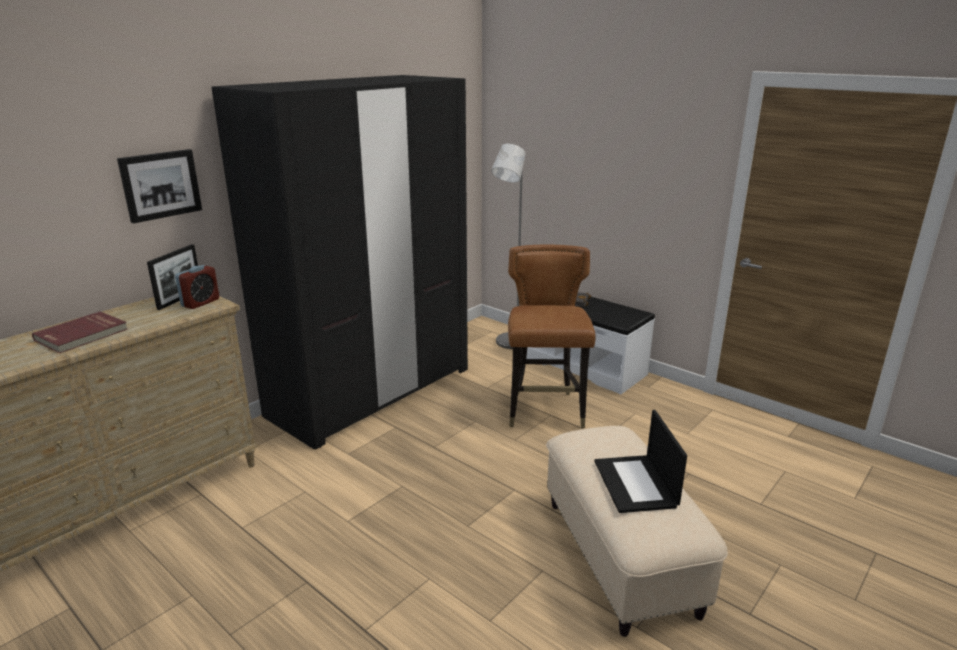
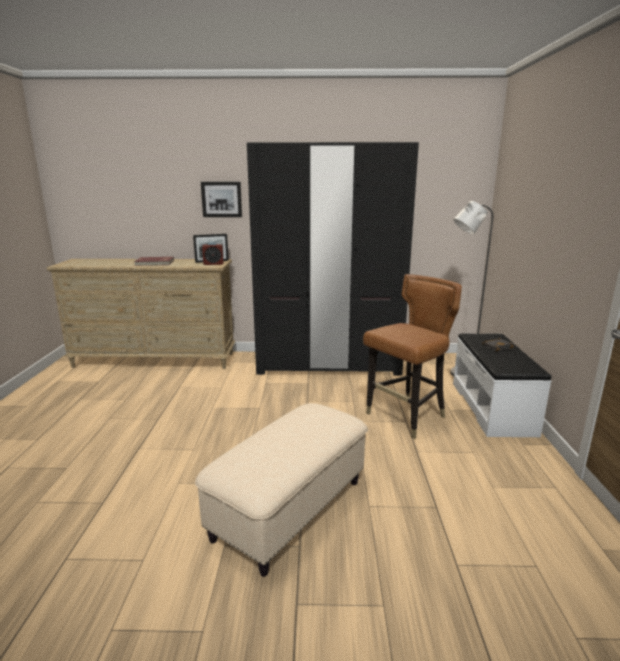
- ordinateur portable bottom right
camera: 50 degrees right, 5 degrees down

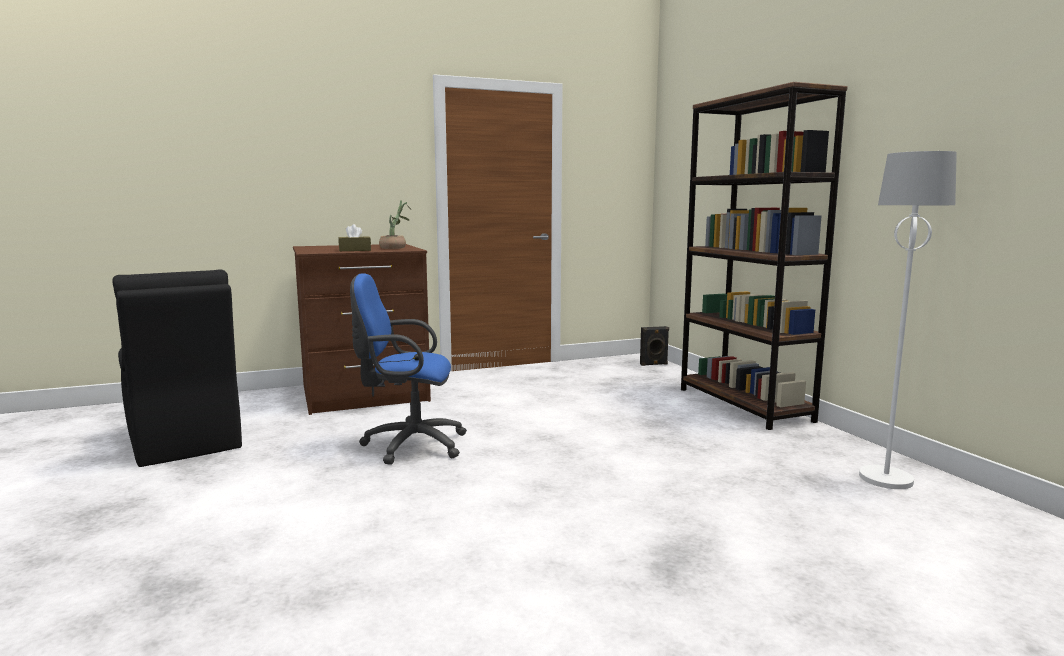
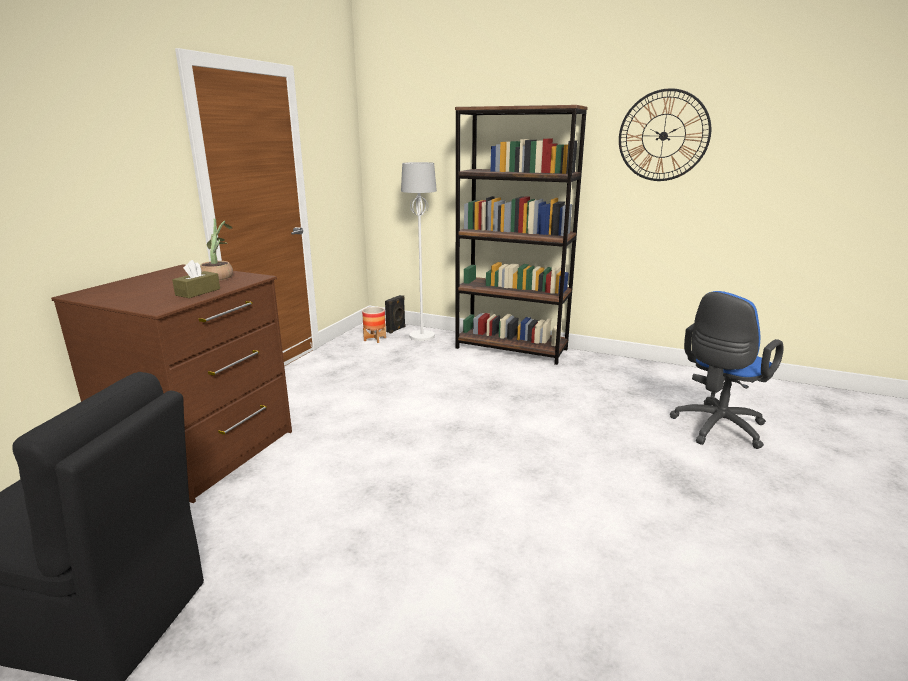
+ cache-pot centre
~ lampadaire (blanc) middle right to centre
+ horloge murale top right
~ chaise de bureau (bleu) centre to middle right
camera: 45 degrees left, 10 degrees up

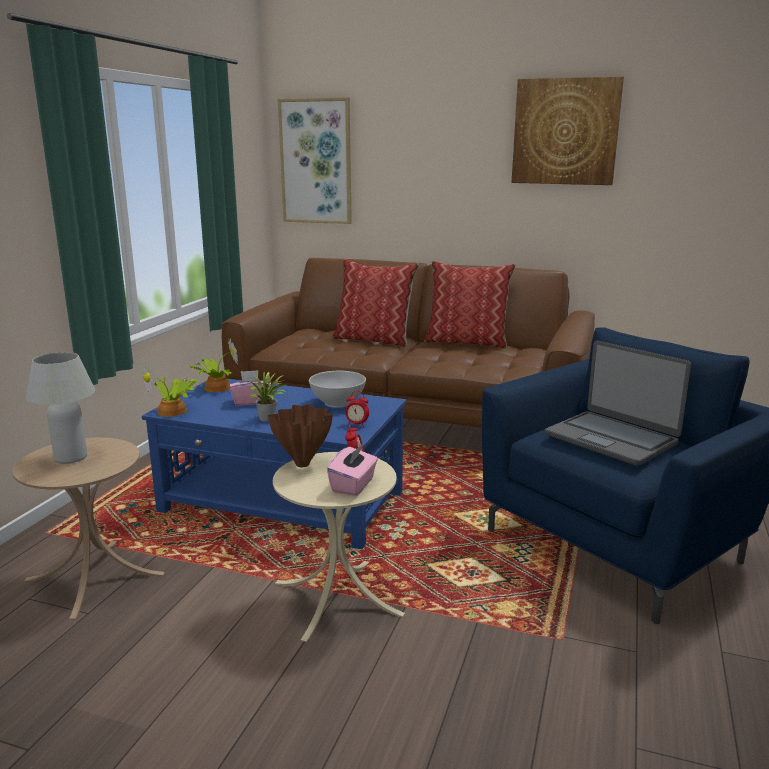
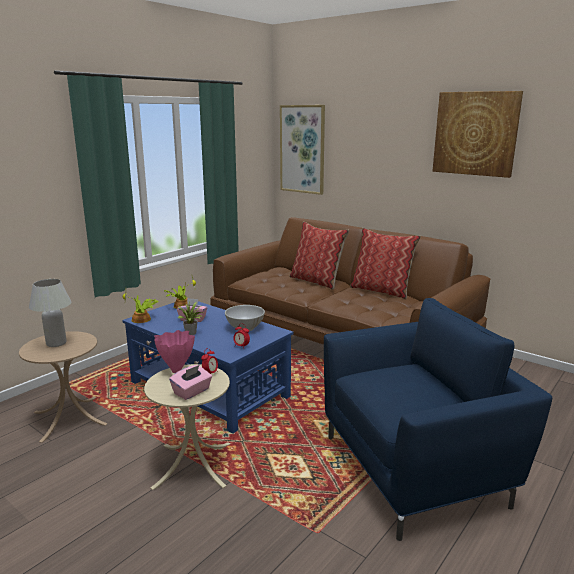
~ vase (marron) centre to vase (rose) middle left
- ordinateur portable middle right
camera: 20 degrees right, 0 degrees up

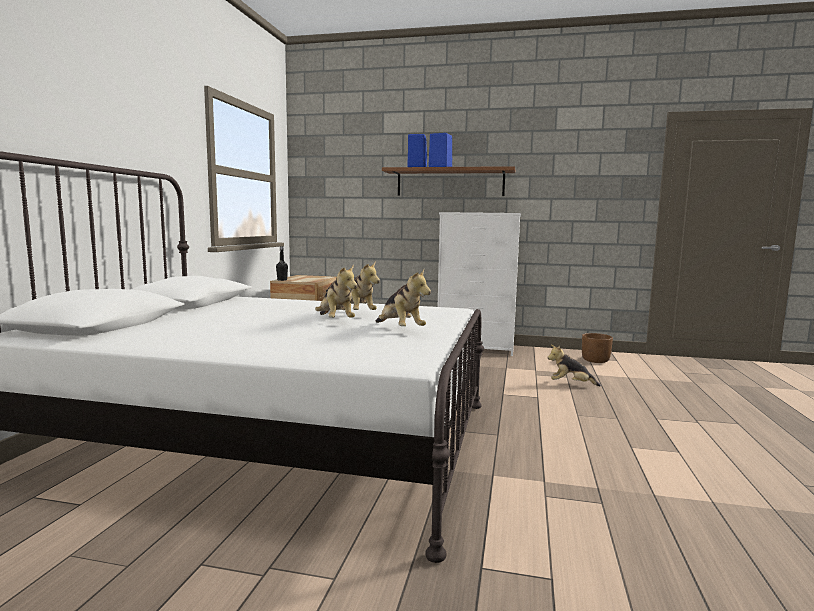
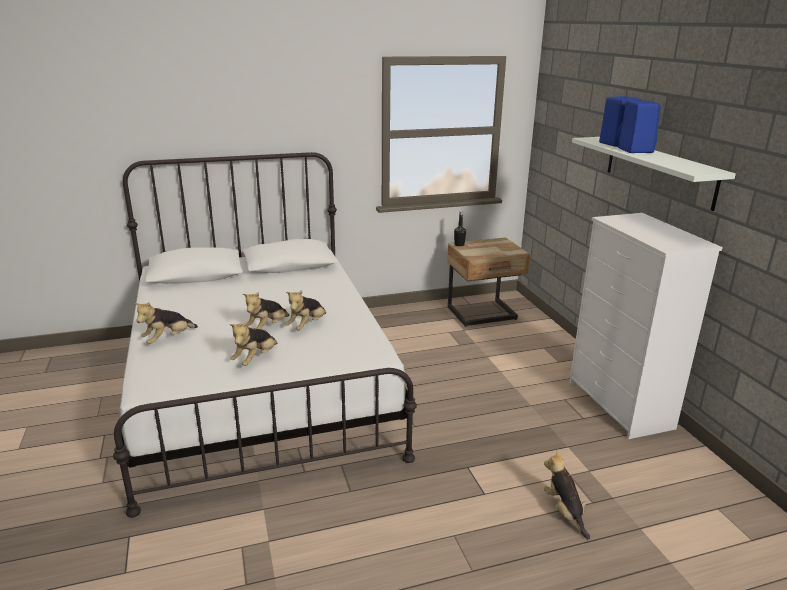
+ peluche (1st from left) middle left
~ étagère (marron) top centre to étagère (blanc) top right
- cache-pot (marron) middle right
camera: 60 degrees right, 15 degrees up

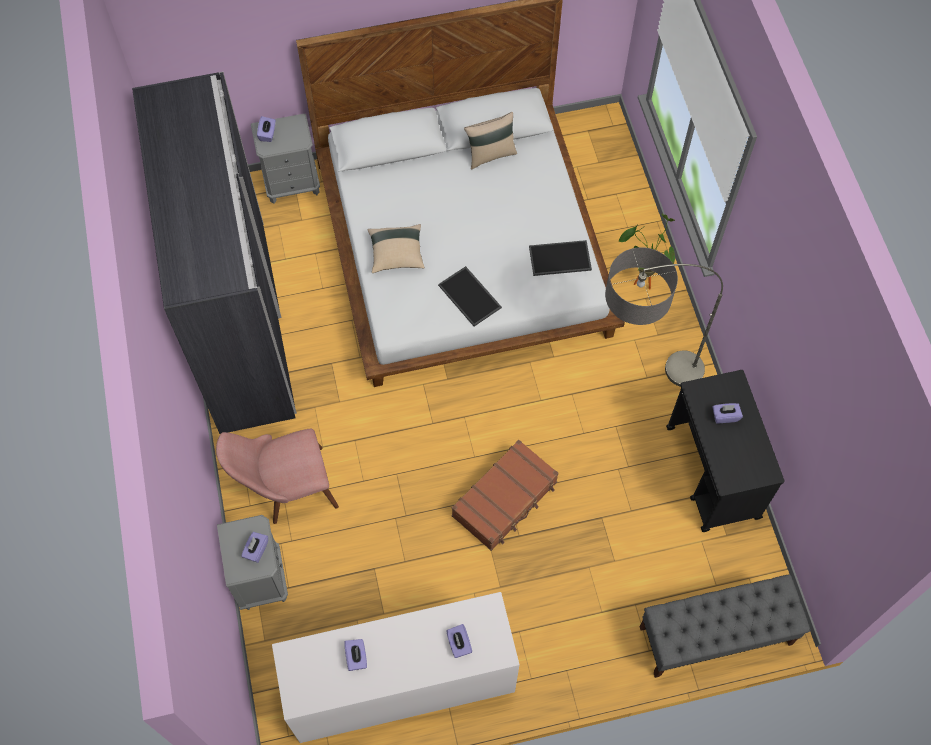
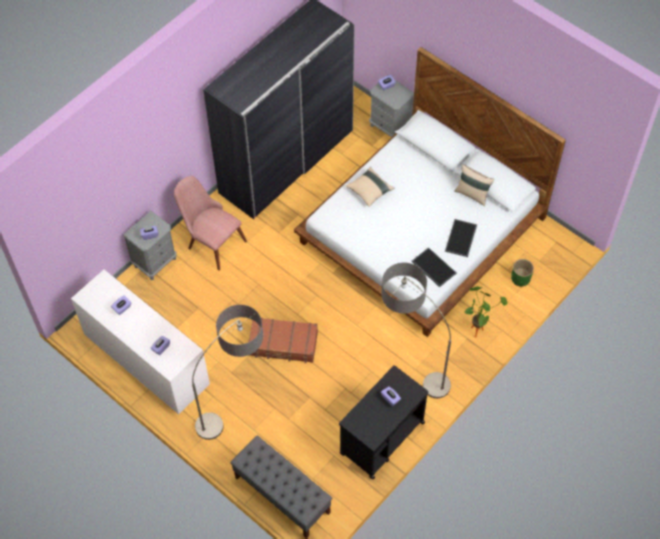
+ lampadaire (1st from left) bottom centre
~ plateau (1st from left in the first image) centre to plateau (2nd from left) middle right
+ cache-pot (vert) middle right
camera: 55 degrees right, 5 degrees down

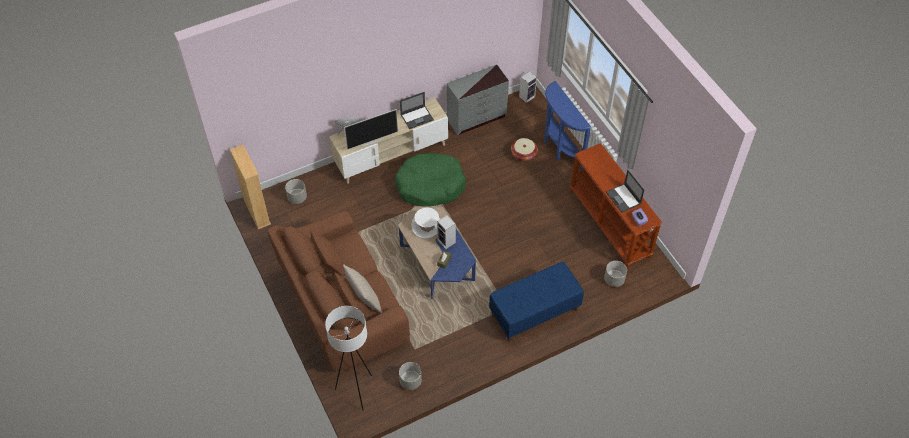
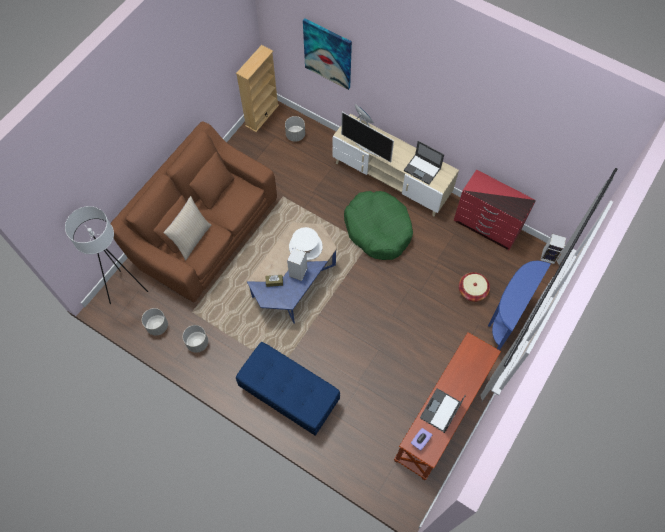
~ cache-pot (gris) (3rd from left in the first image) middle right to cache-pot (gris) (2nd from left) middle left
+ tableau top centre
~ commode (gris) top centre to commode (rouge) middle right
camera: 60 degrees right, 10 degrees up

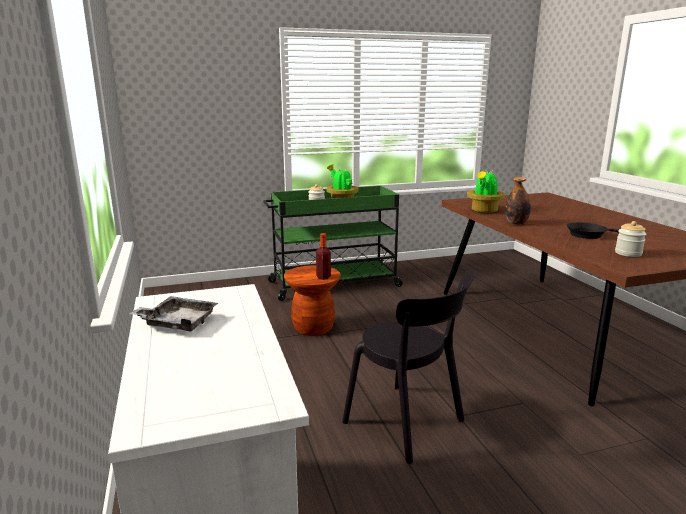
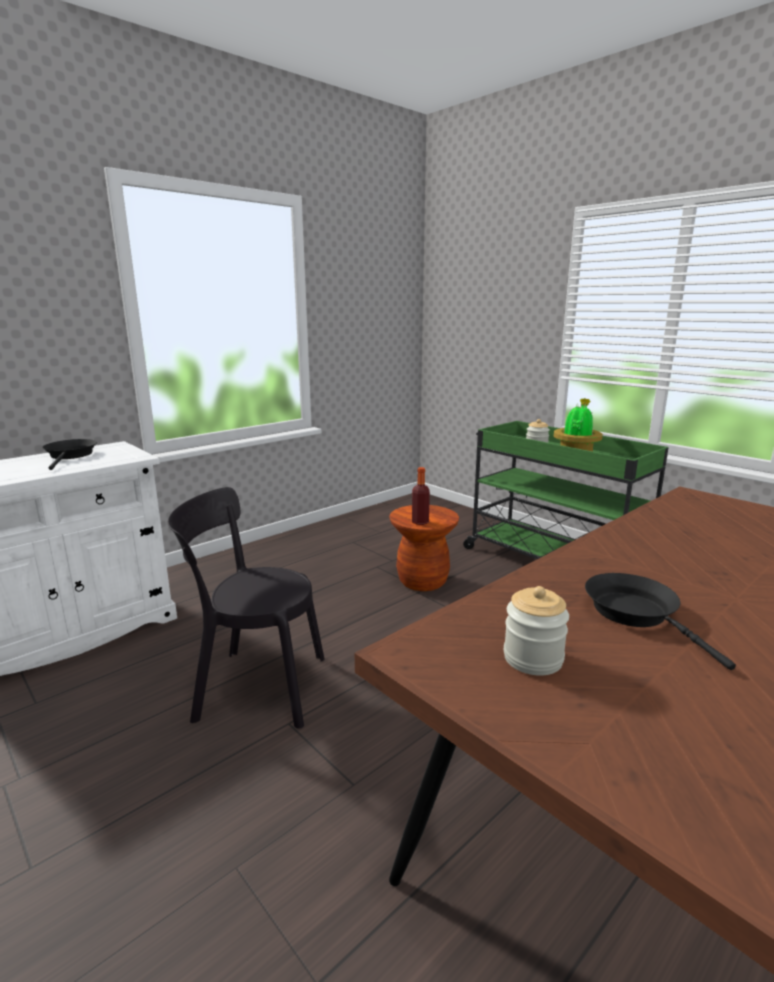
~ plateau (gris) middle left to poêle (noir) (1st from left) middle left
~ chaise (noir) bottom centre = middle left 75 degrees clockwise
- plante en pot (2nd from left) middle right
- bouteille (2nd from left) middle right
camera: 65 degrees right, 0 degrees up

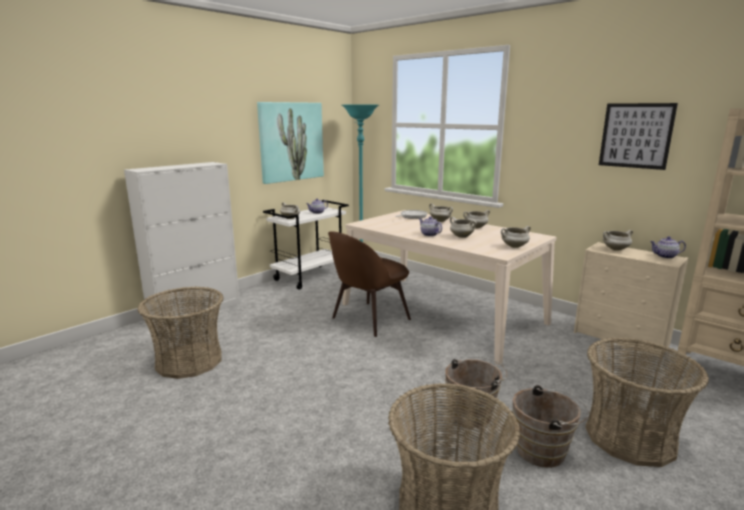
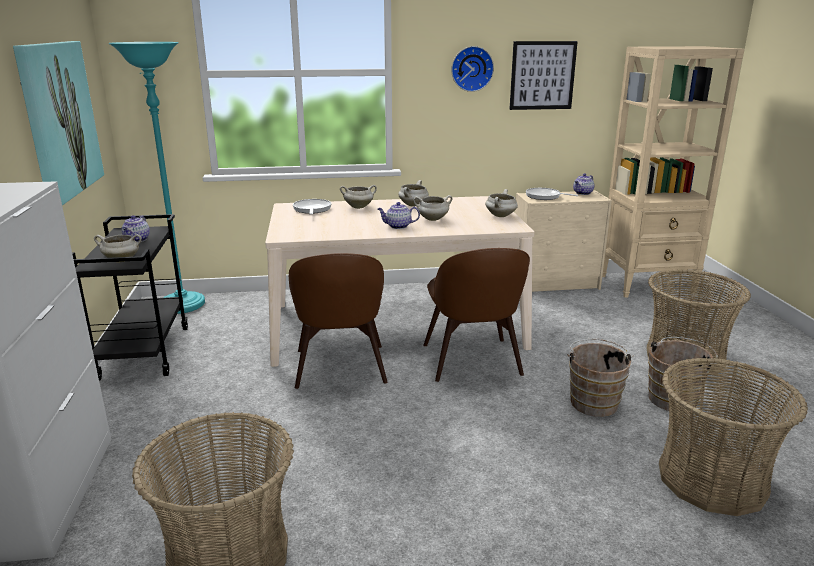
~ chariot (blanc) centre to chariot (noir) middle left
+ chaise (marron) (2nd from left) centre
+ horloge murale top centre
~ marmite (blanc) (6th from left) middle right to poêle (2nd from left) middle right
camera: 50 degrees left, 5 degrees up

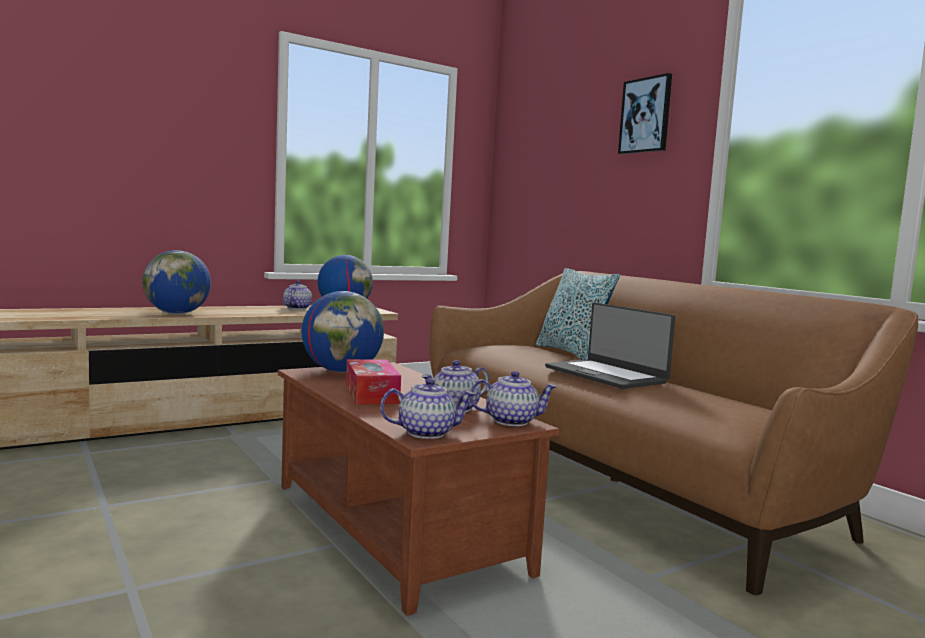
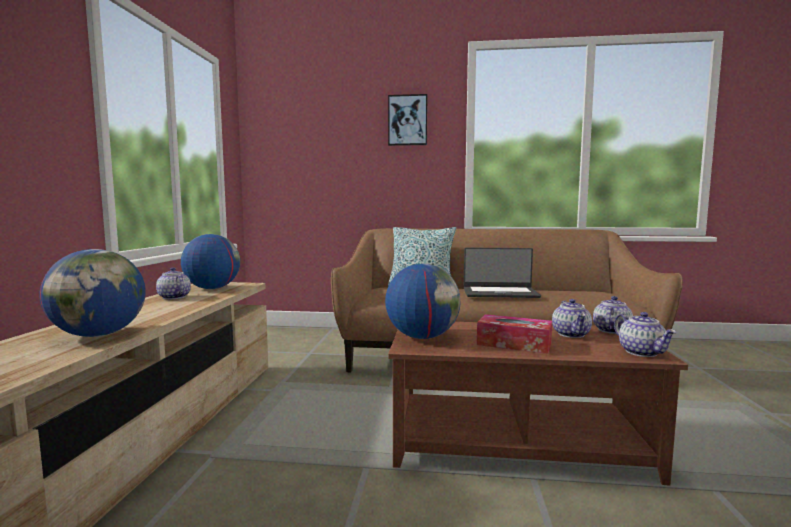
~ théière (2nd from left in the first image) centre = middle right 135 degrees clockwise
camera: 50 degrees left, 0 degrees up

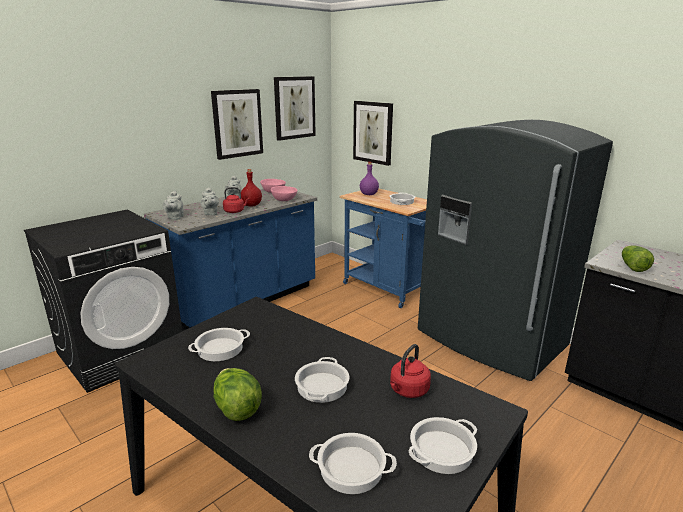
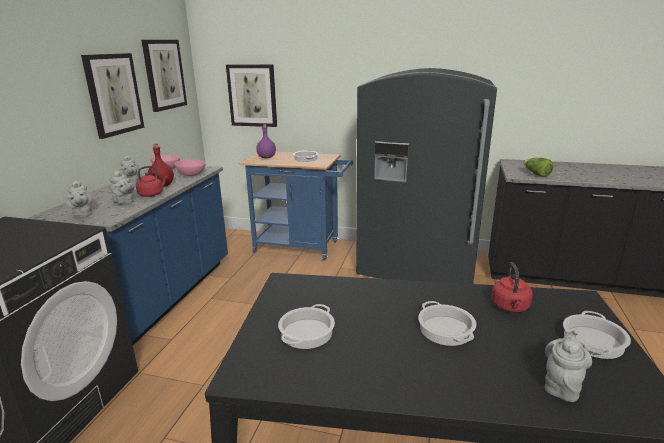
~ marmite (3rd from left) bottom centre to théière (gris) (4th from left) bottom right
- laitue (1st from left) bottom centre
camera: 30 degrees left, 0 degrees up

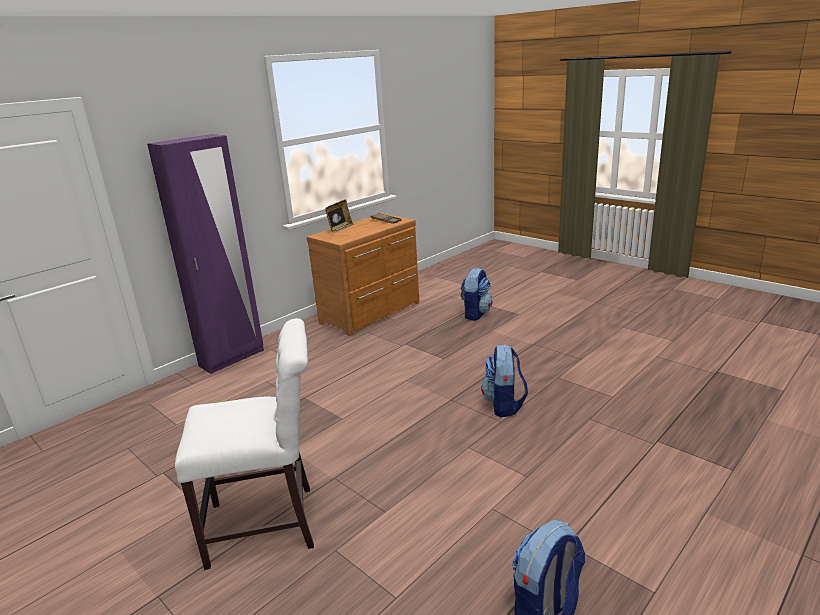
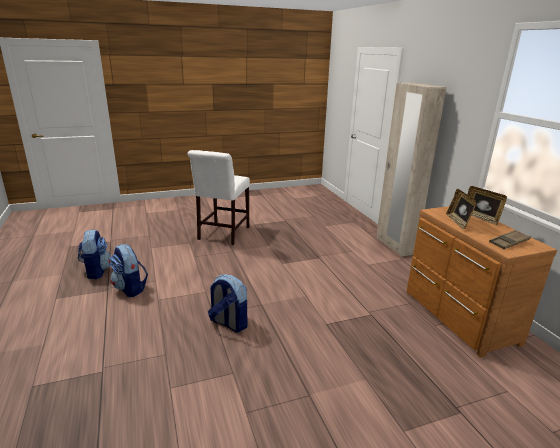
~ sac à dos (1st from left in the first image) centre to sac à dos (2nd from left) middle left
~ armoire (violet) middle left to armoire (beige) middle right
+ cadre photo (1st from left) middle right
camera: 115 degrees right, 0 degrees up

